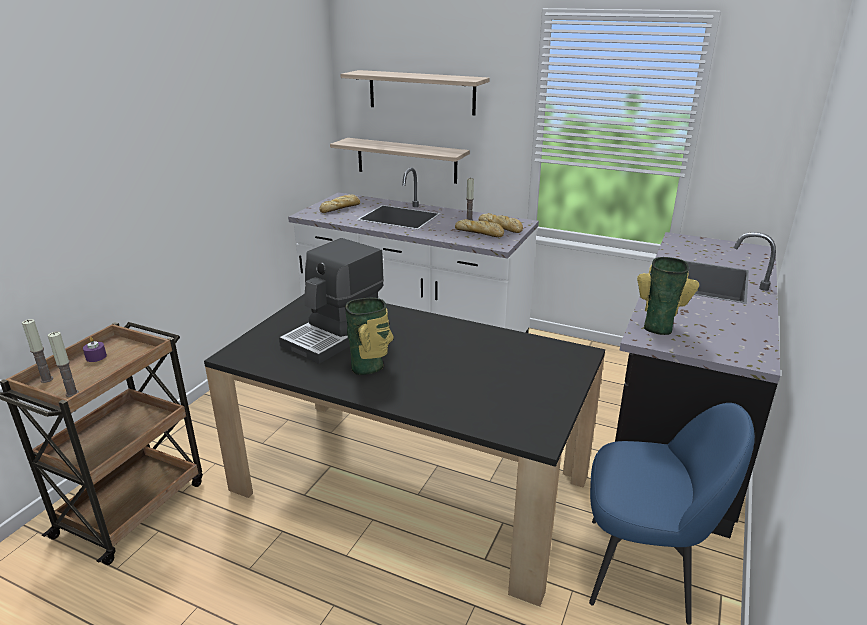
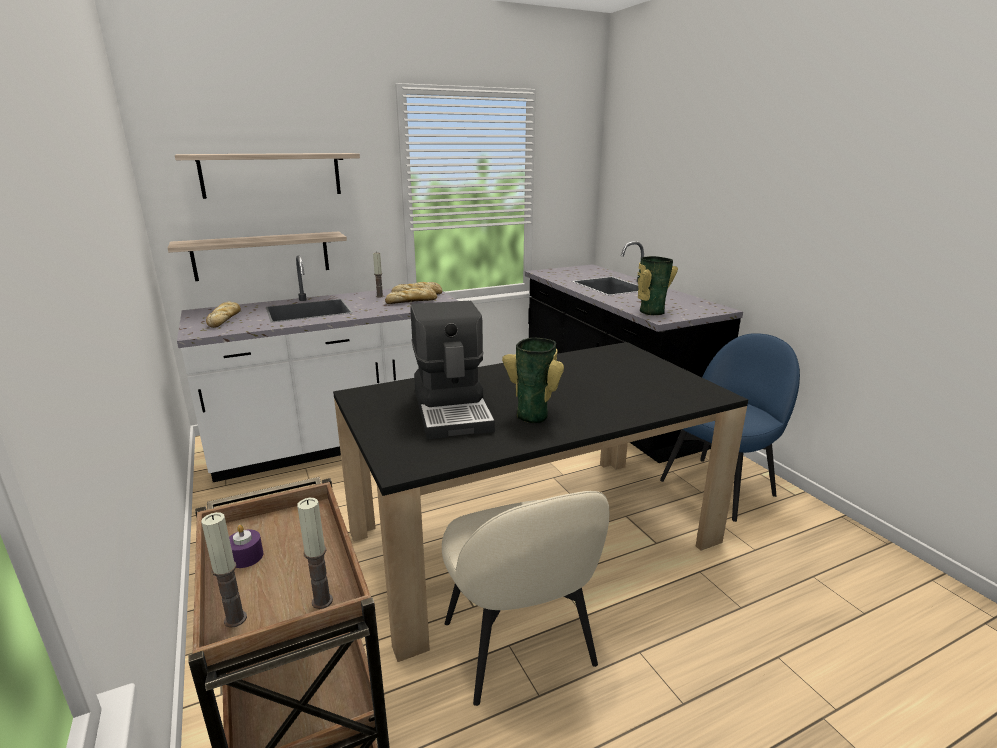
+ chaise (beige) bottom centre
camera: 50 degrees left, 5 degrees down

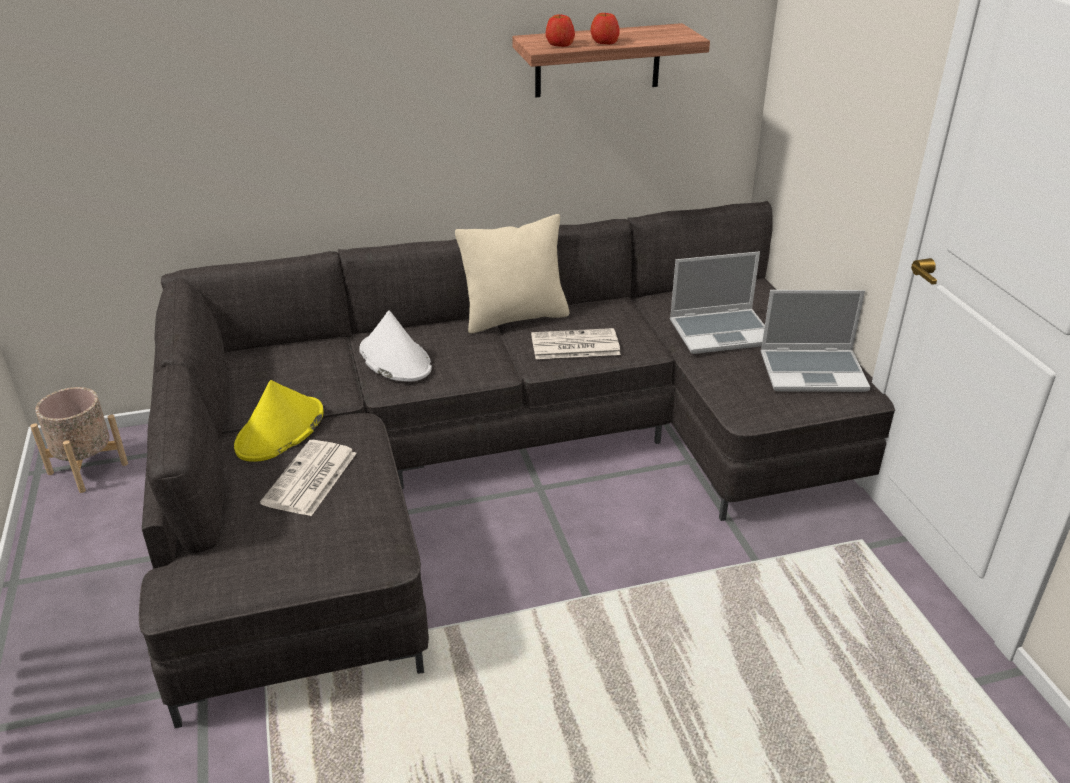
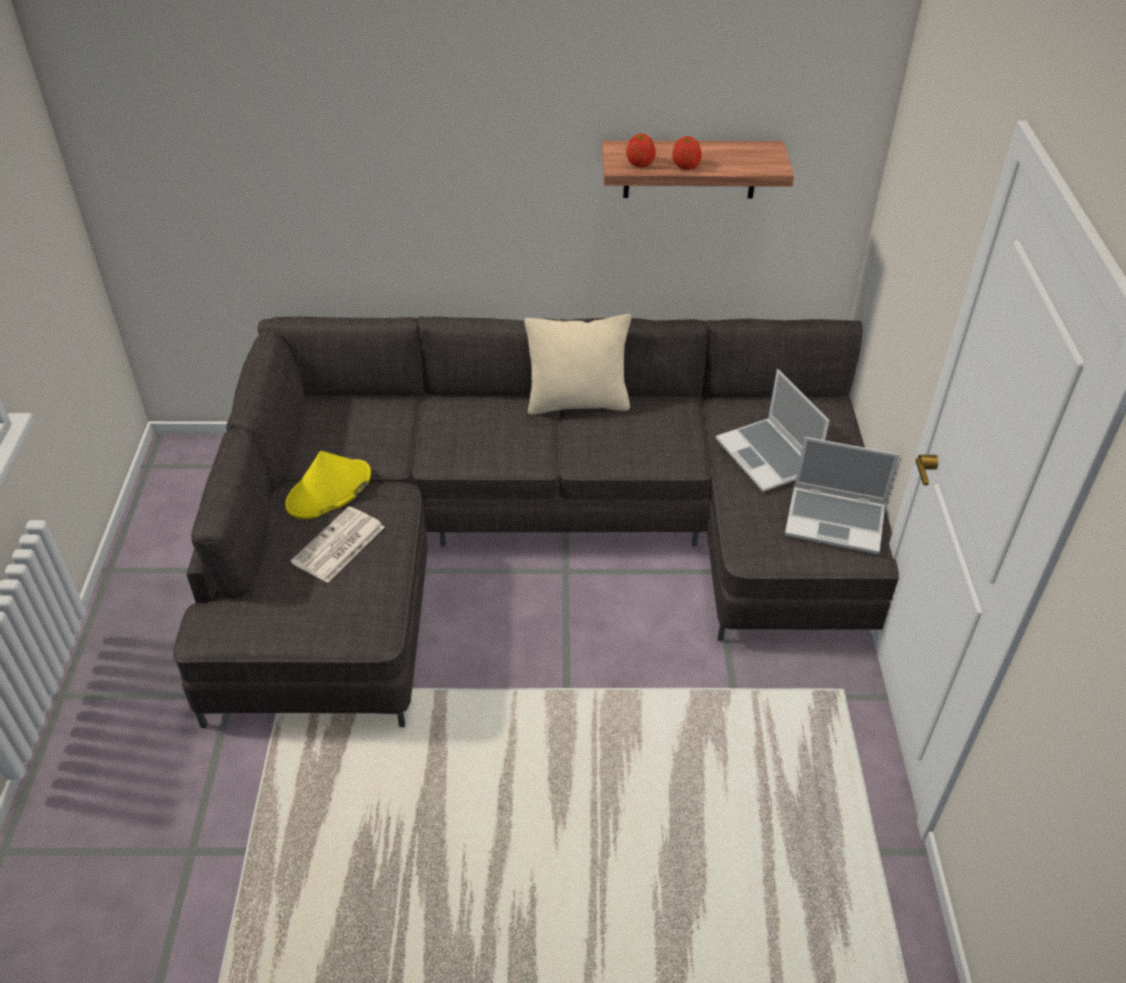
~ ordinateur portable (1st from left) middle right = middle right 60 degrees clockwise
- cache-pot (beige) middle left
- chapeau (blanc) centre
- journal (2nd from left) centre
camera: 15 degrees right, 10 degrees up

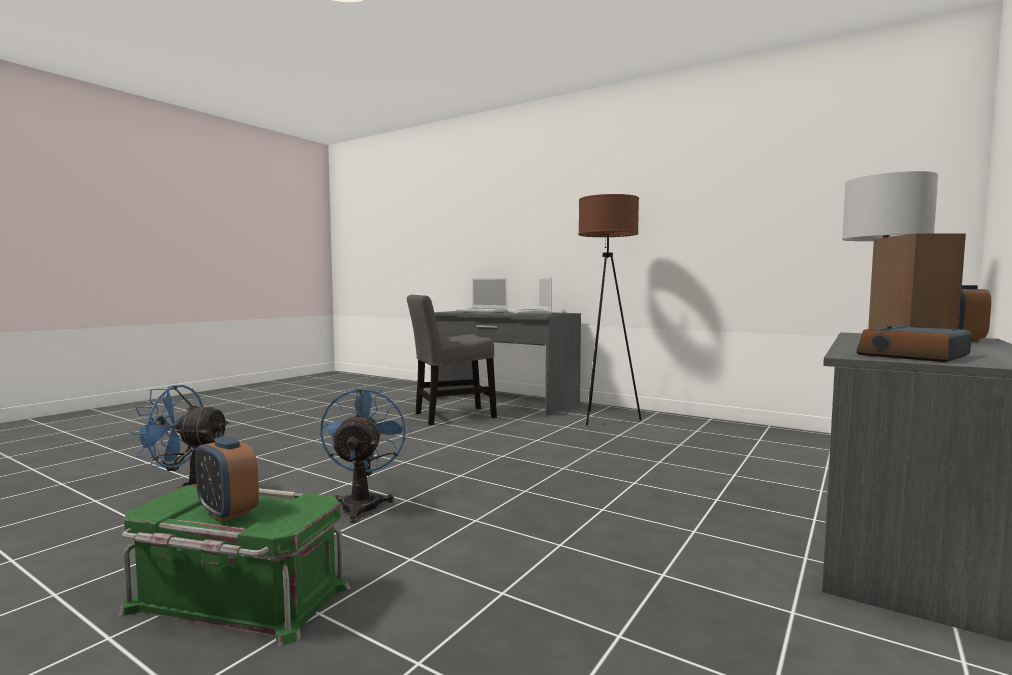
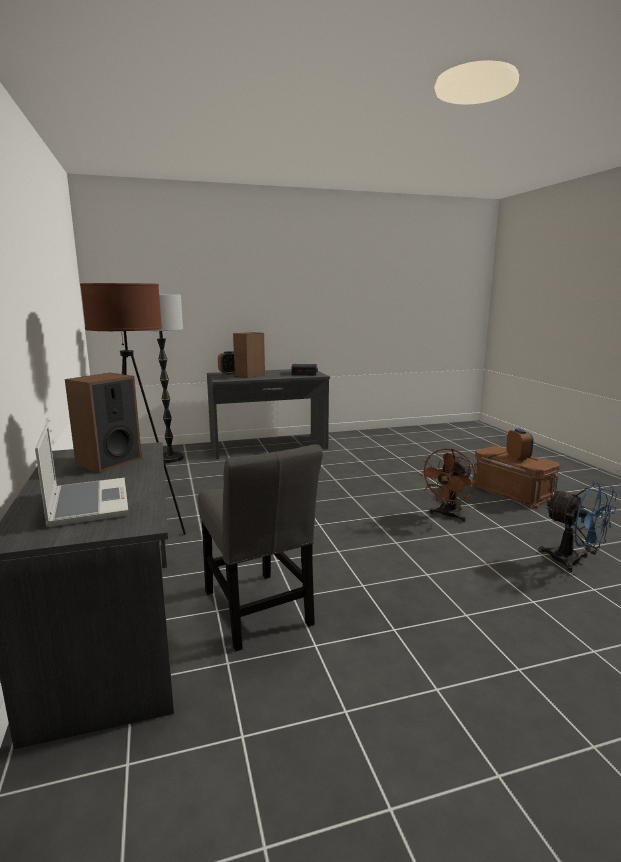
~ ordinateur portable (2nd from left) centre to enceinte (1st from left) middle left
~ chaise (gris) centre = centre 45 degrees clockwise
~ ventilateur (bleu) (2nd from left) bottom centre to ventilateur (marron) middle right
~ boîte de rangement (vert) bottom left to boîte de rangement (marron) middle right
camera: 140 degrees left, 10 degrees up

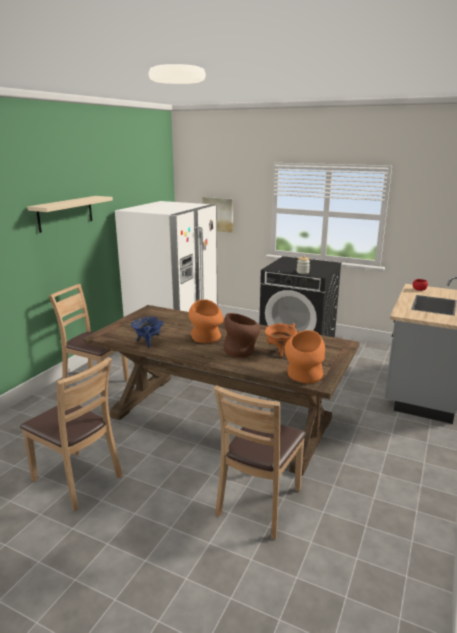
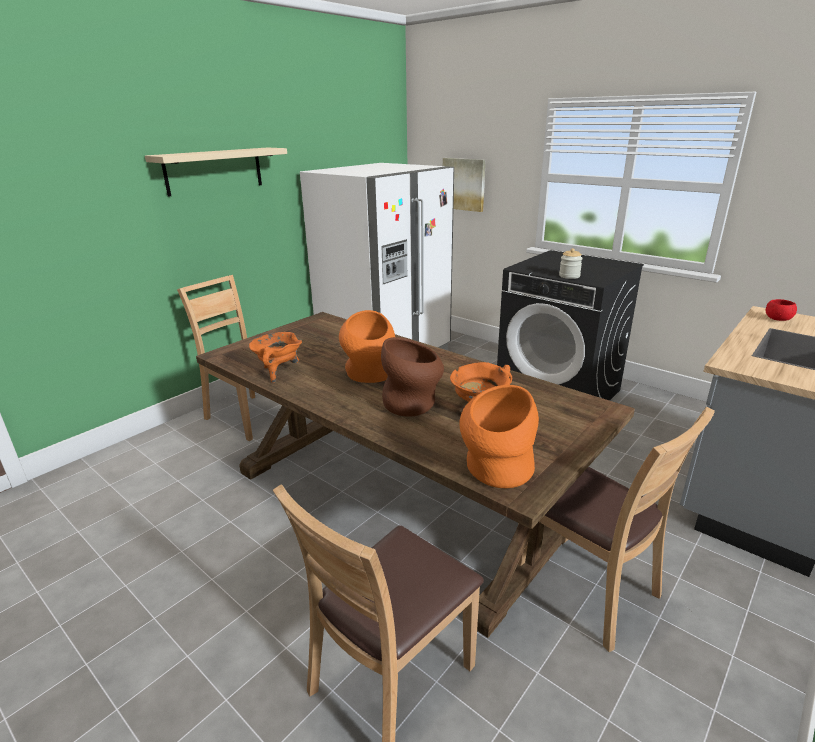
~ marmite (bleu) middle left to marmite (orange) (1st from left) centre
~ chaise (marron) (1st from left in the first image) bottom left to chaise (marron) (3rd from left) bottom right
camera: 15 degrees right, 5 degrees up

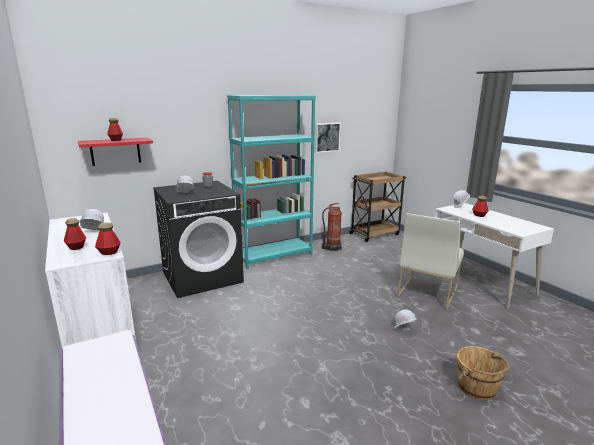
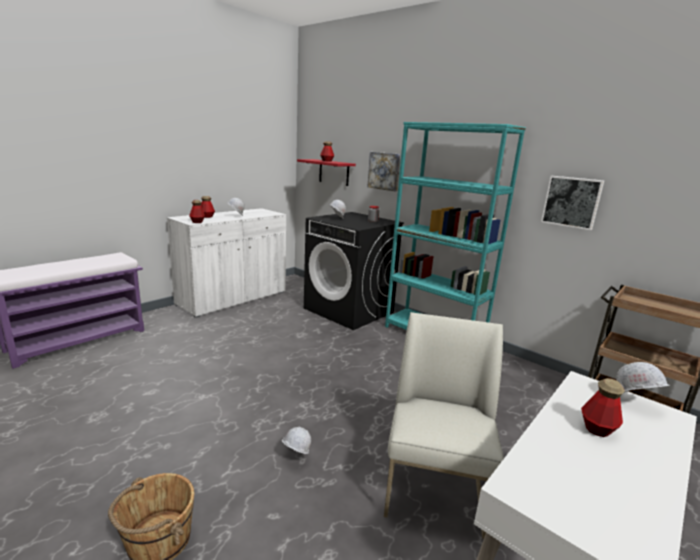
+ tableau (1st from left) top centre
~ chaise (blanc) middle right = bottom centre 90 degrees clockwise
- extincteur centre
camera: 70 degrees right, 0 degrees up

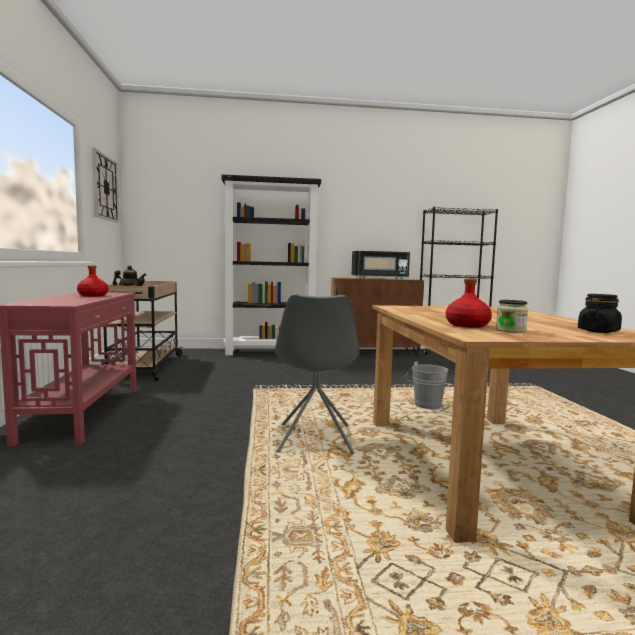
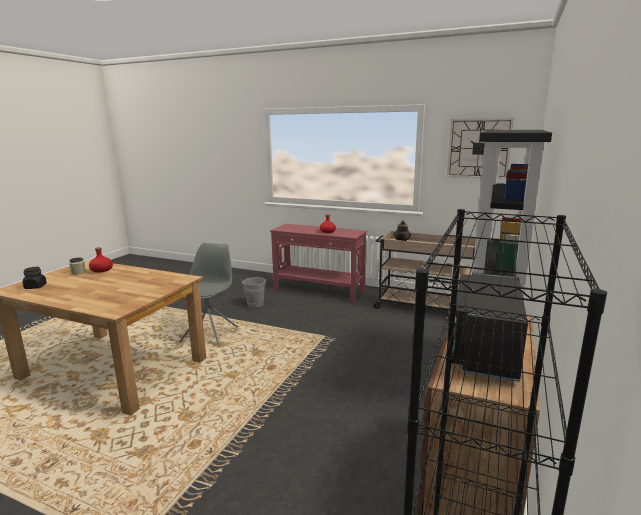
~ chaise (gris) centre = middle left 75 degrees clockwise
~ seau (gris) middle right to centre
camera: 120 degrees right, 10 degrees up

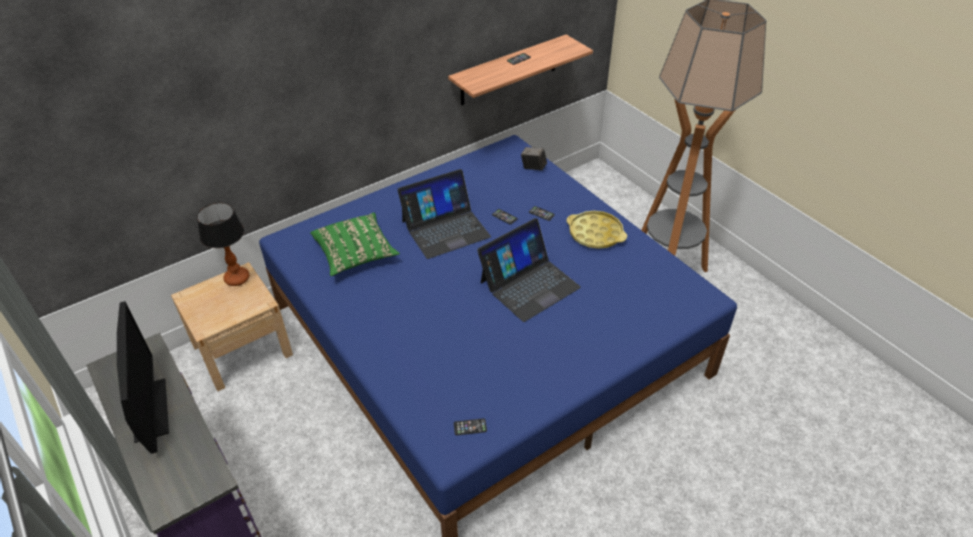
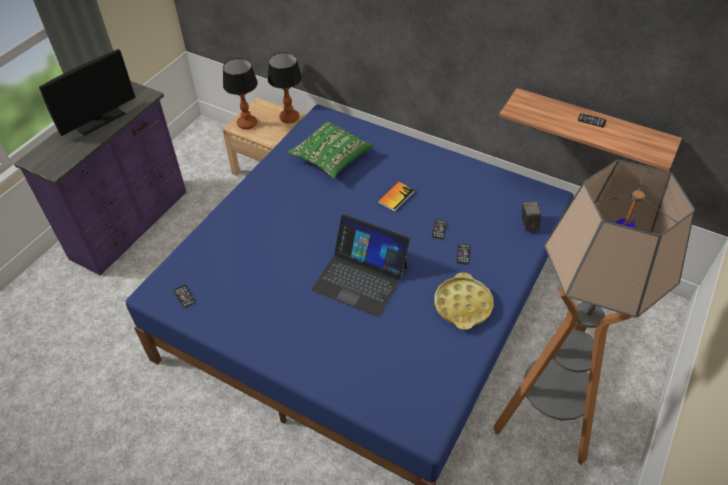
+ lampe de table (1st from left) top left
~ ordinateur portable (1st from left) centre to livre centre
camera: 65 degrees right, 5 degrees up

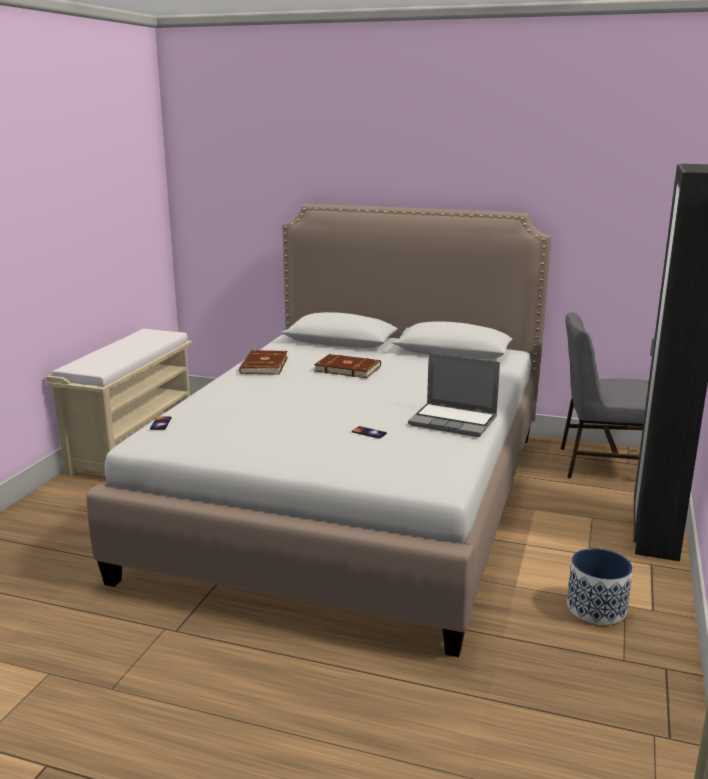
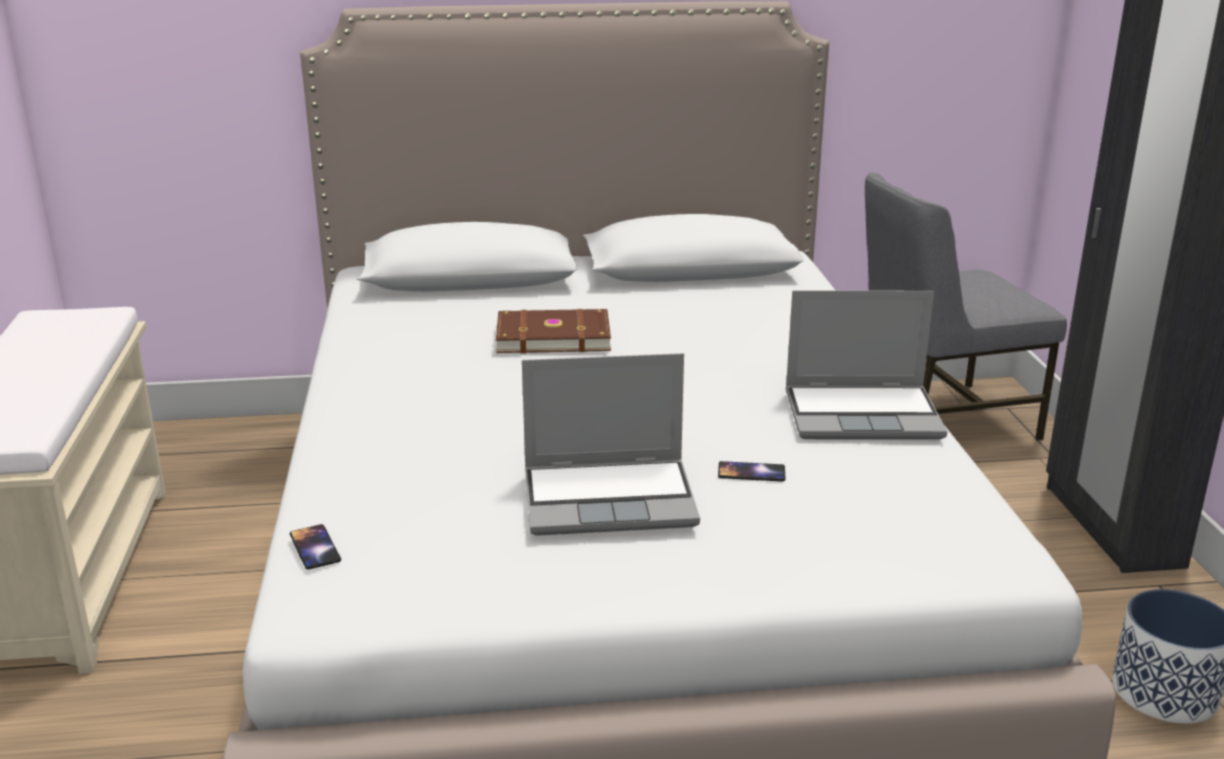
+ ordinateur portable (1st from left) centre
- livre (marron) (1st from left) centre
camera: 25 degrees left, 5 degrees up

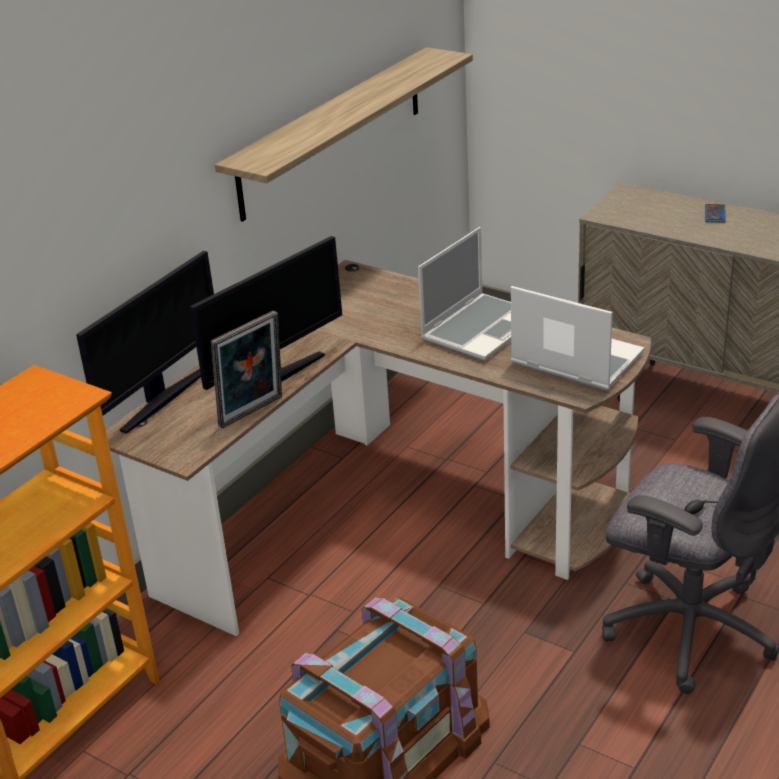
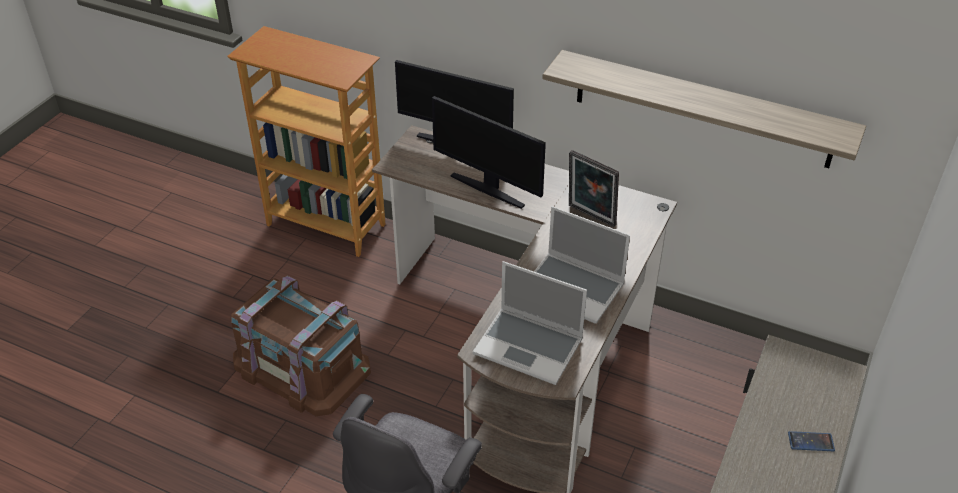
~ ordinateur portable (2nd from left in the first image) middle right = centre 90 degrees clockwise
~ cadre photo middle left to centre
camera: 80 degrees right, 10 degrees up

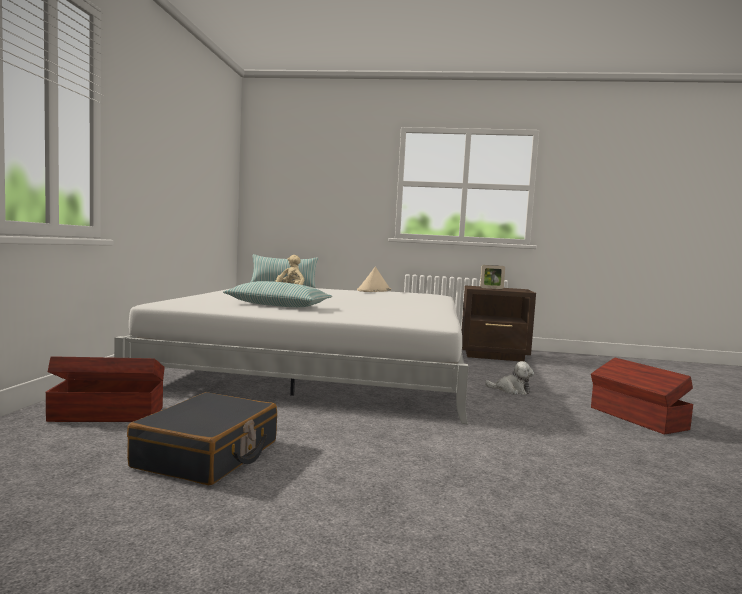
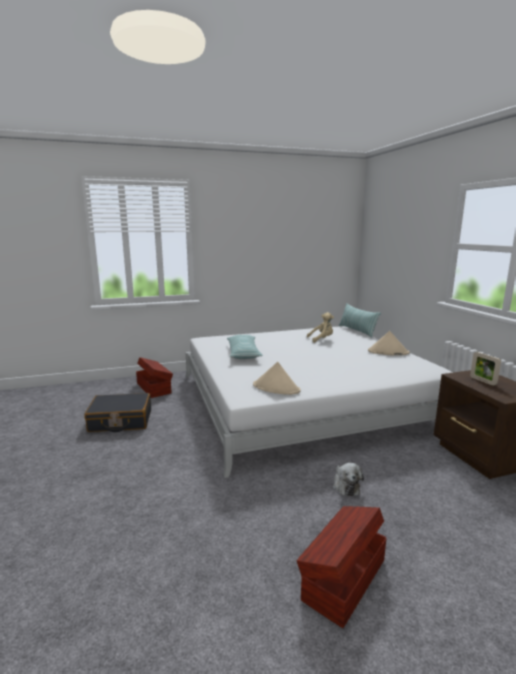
+ chapeau (beige) (1st from left) centre
camera: 65 degrees right, 10 degrees up

